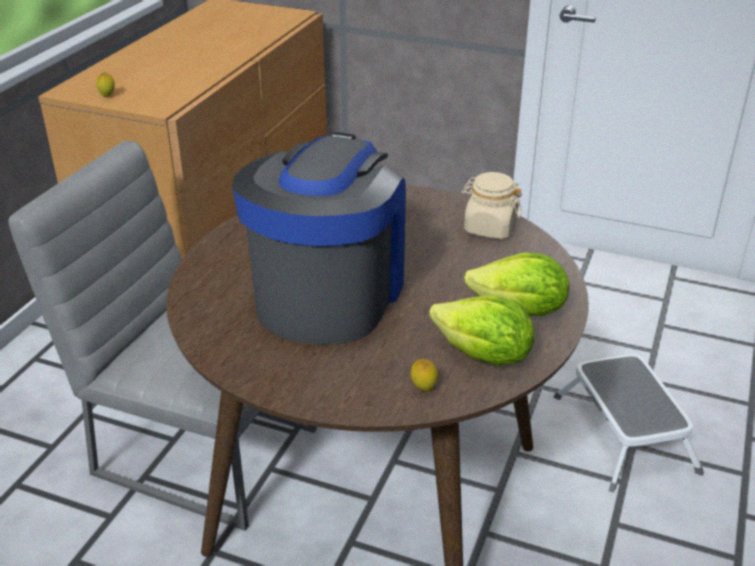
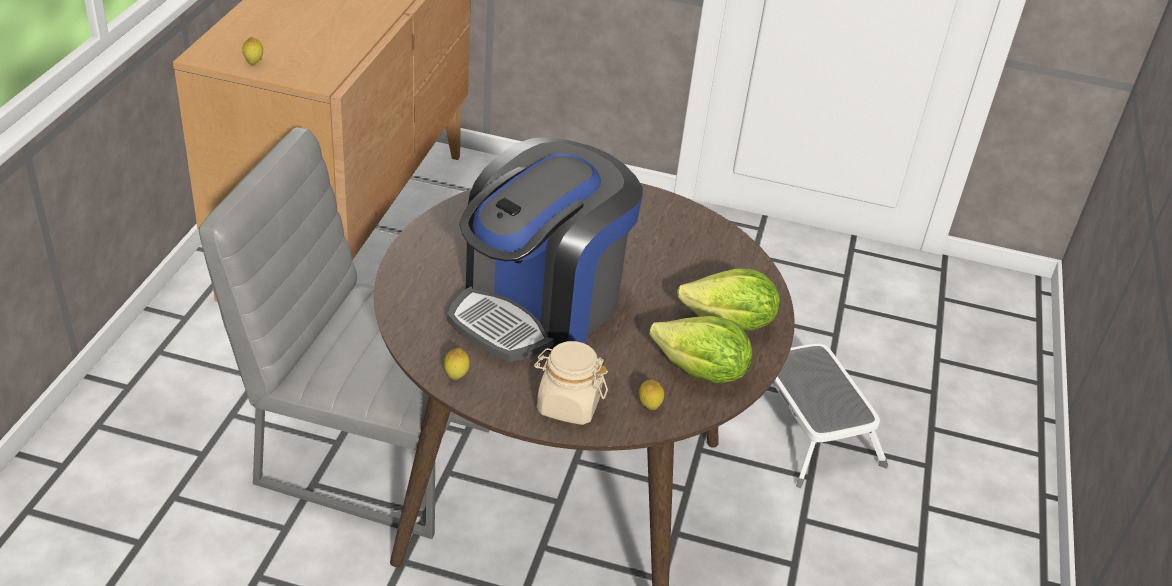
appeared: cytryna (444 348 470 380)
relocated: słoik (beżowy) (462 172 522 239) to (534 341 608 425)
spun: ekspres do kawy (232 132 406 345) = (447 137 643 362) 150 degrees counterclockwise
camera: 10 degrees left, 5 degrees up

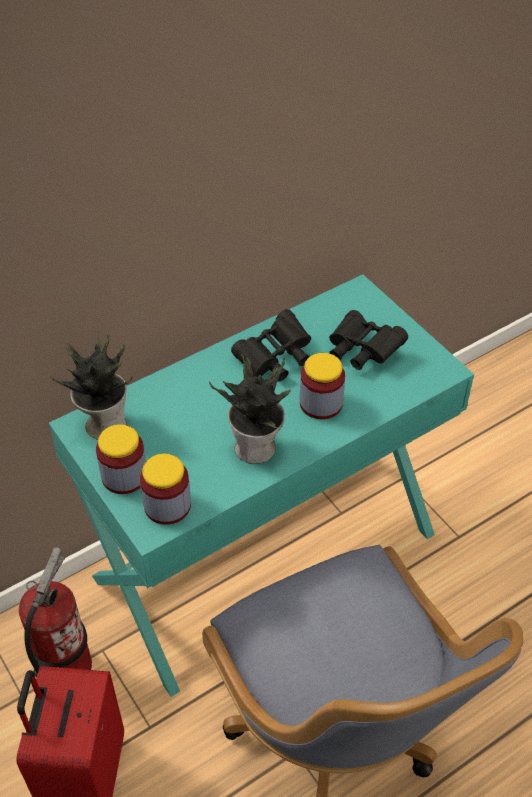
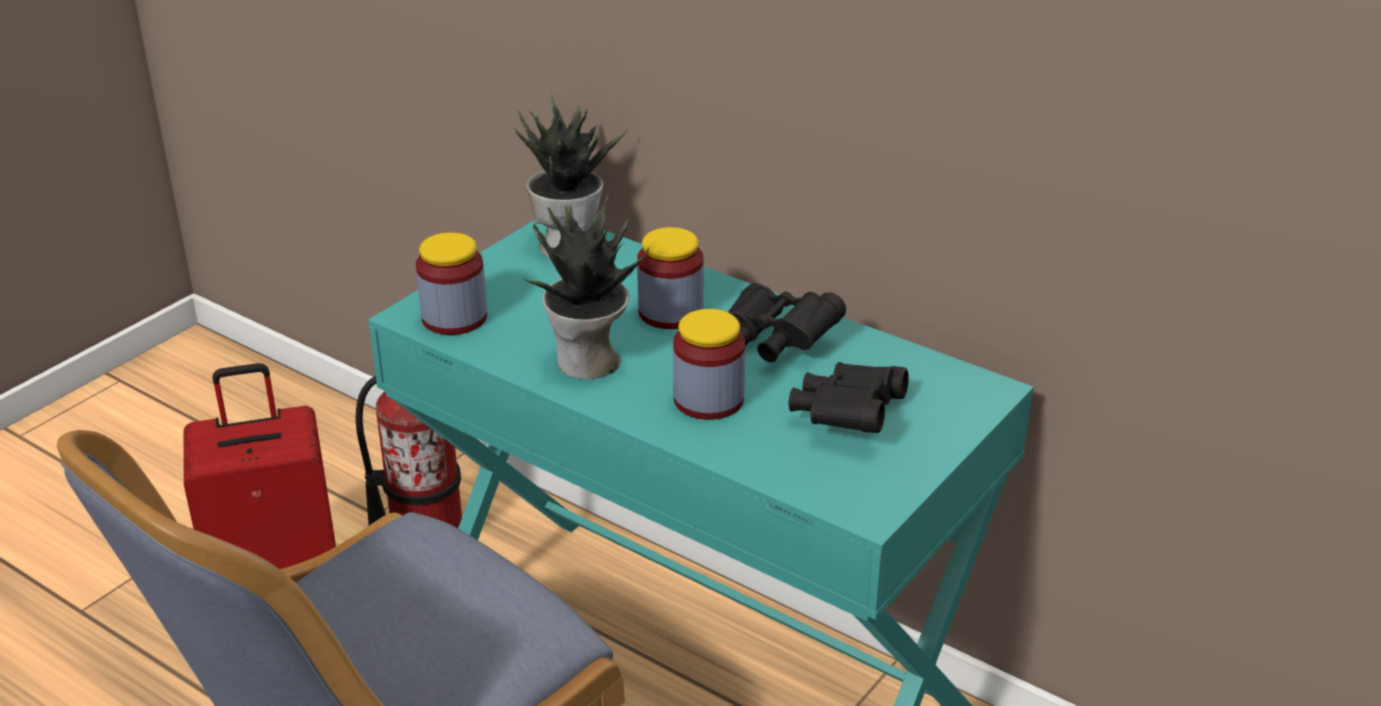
relocated: słoik (96 424 146 494) to (637 227 704 329)
camera: 70 degrees right, 15 degrees down

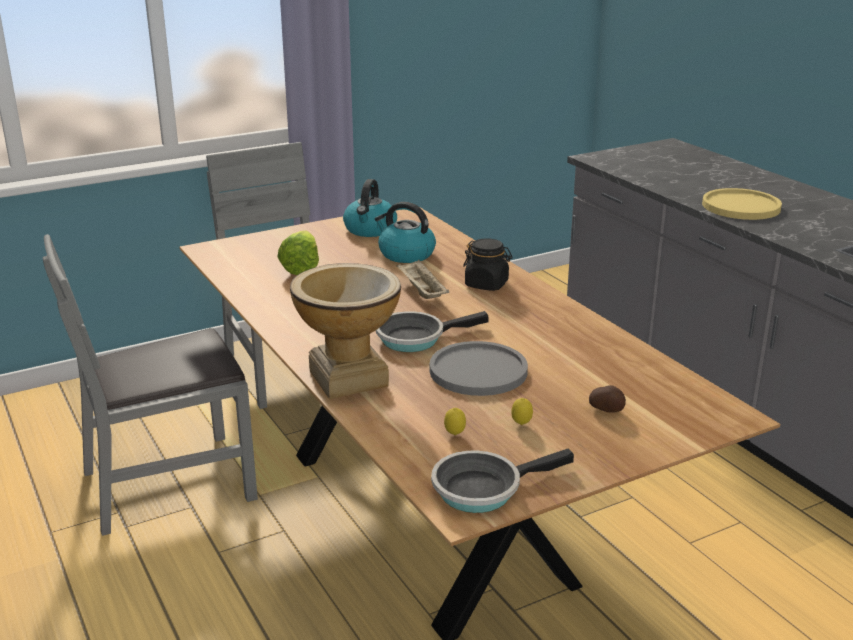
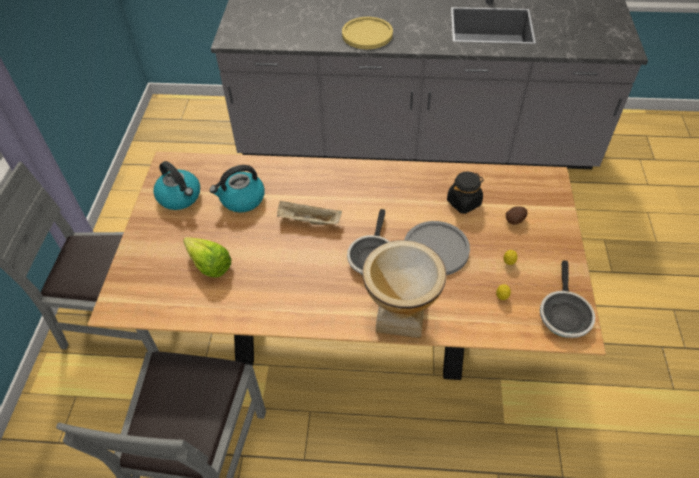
relocated: słoik (czarny) (463 238 513 291) to (447 171 484 214)
camera: 55 degrees left, 25 degrees up

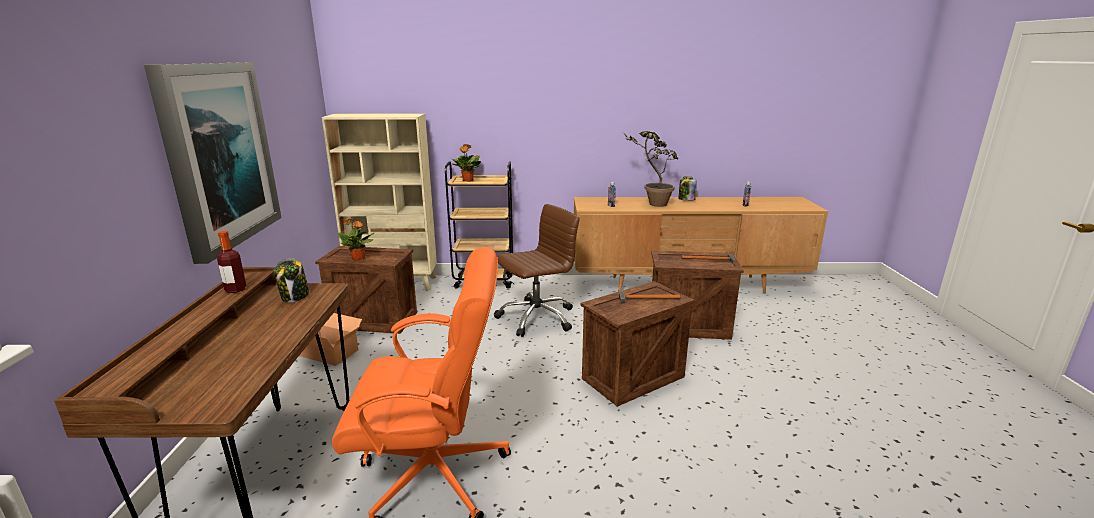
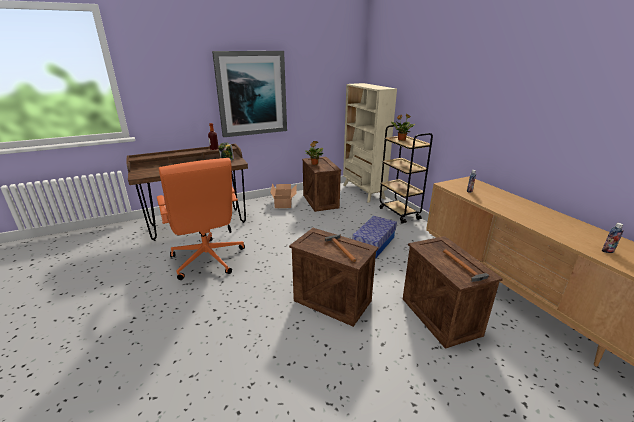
missing: roślina doniczkowa (623 131 678 207); słoik (678 176 697 201)
exchanged: krzesło biurowe (brązowy) (494 204 579 337) to pojemnik do przechowywania (352 216 397 258)
camera: 65 degrees right, 5 degrees up

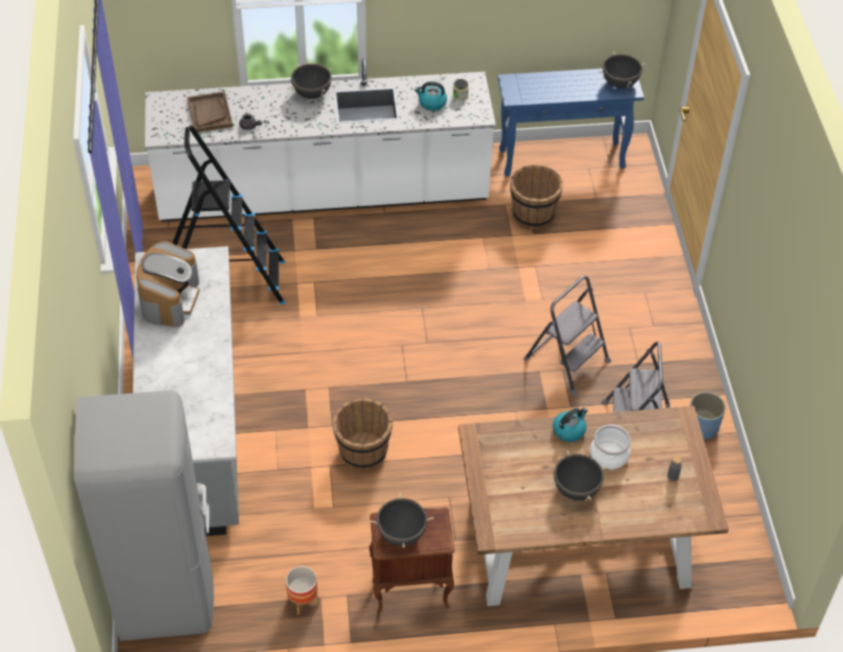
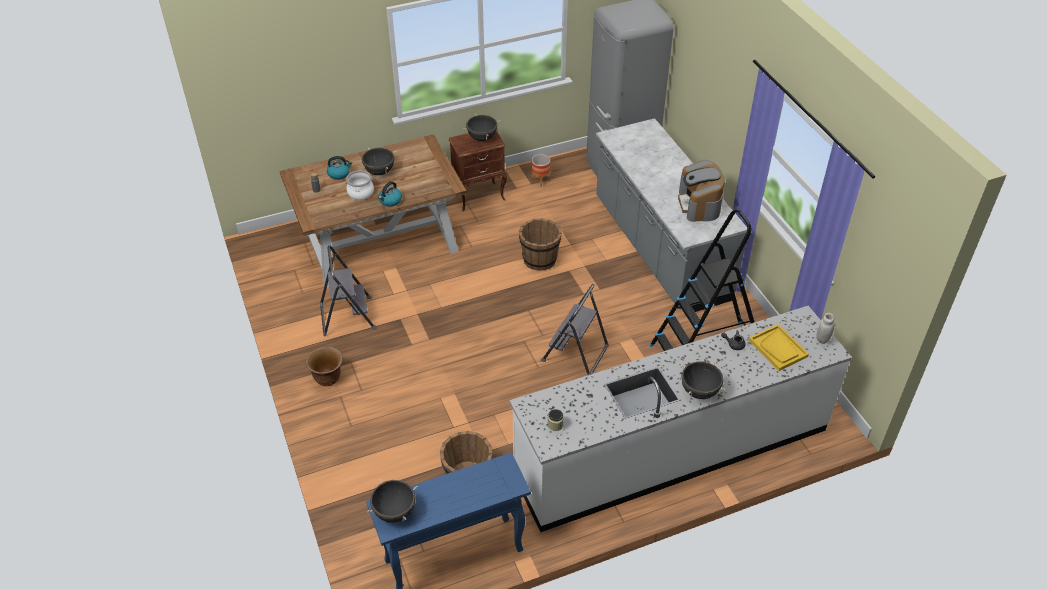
missing: donica (niebieski) (690 392 726 439)
appeared: donica (brązowy) (306 346 343 386); słoik (biały) (816 313 835 344)
relocated: czajnik (415 81 447 111) to (327 156 352 180); drabinka (szary) (523 276 611 396) to (540 284 609 375)
colour: taca (brązowy) (187 91 233 132) to taca (żółty) (749 324 809 371)
camera: 165 degrees right, 5 degrees down

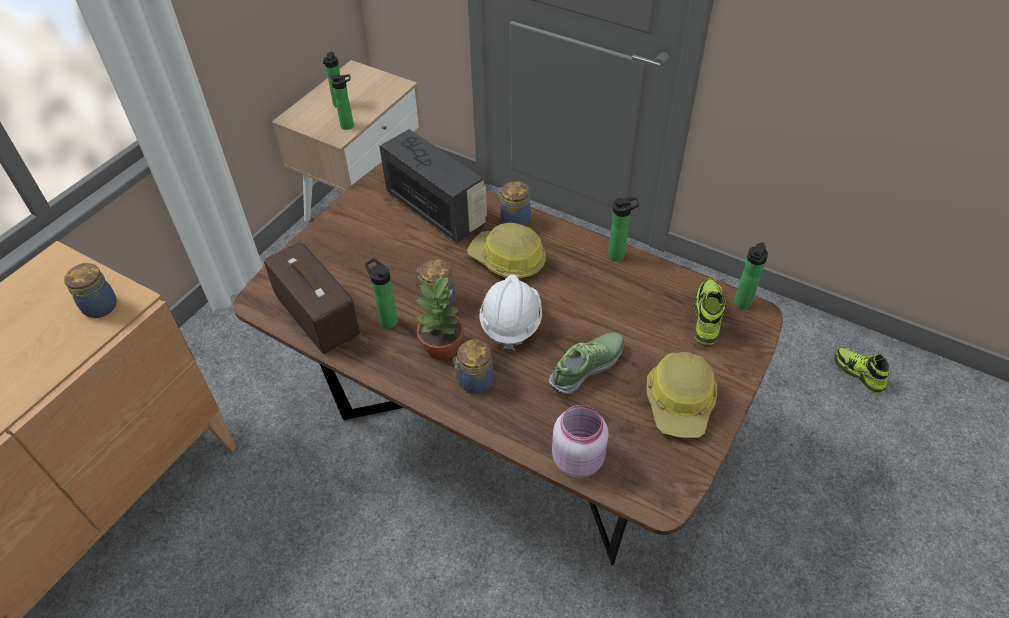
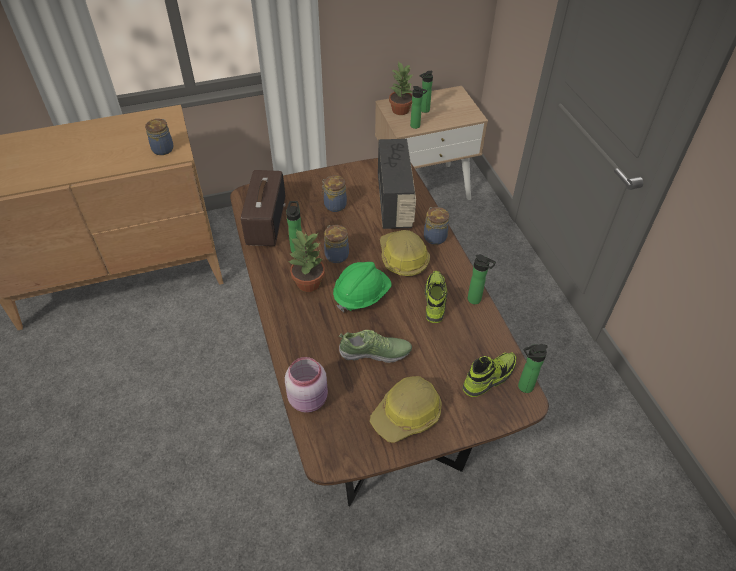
appeared: roślina doniczkowa (389 61 412 115)
relocated: słoik (453 340 494 394) to (322 176 347 212); but (834 346 889 393) to (425 271 448 323)
colour: kask (biały) (479 275 542 351) to kask (zielony) (333 262 391 313)
camera: 40 degrees right, 0 degrees up

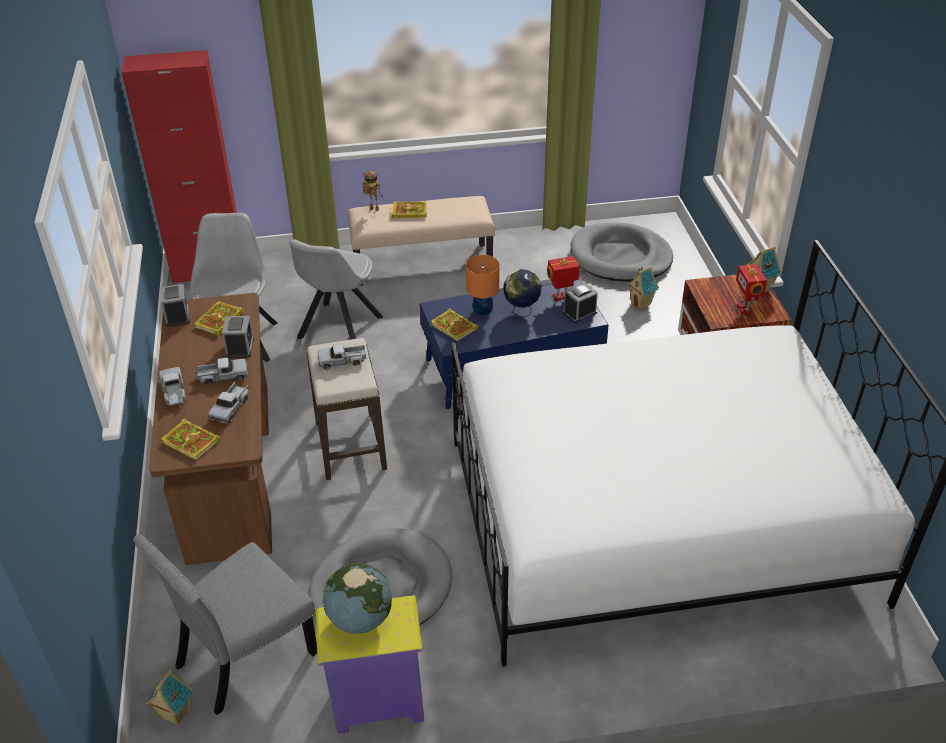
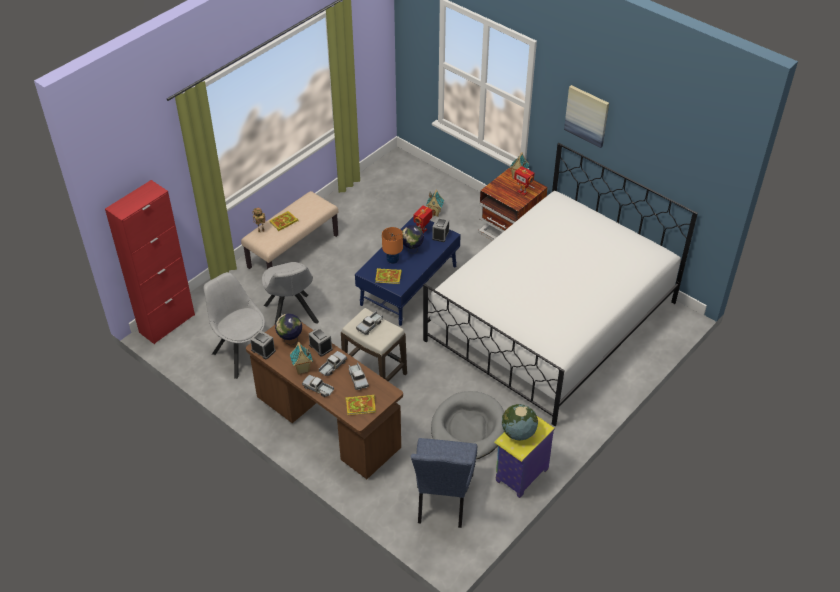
missing: legowisko (szary) (571 223 673 282)
appeared: obraz (564 85 609 148)
relocated: domek (146 669 193 726) to (290 342 313 374)
exchanged: książka (194 301 244 336) to globus (275 314 302 346)
colour: krzesło (szary) (133 534 317 715) to krzesło (niebieski) (411 438 477 528)
camera: 40 degrees left, 5 degrees up

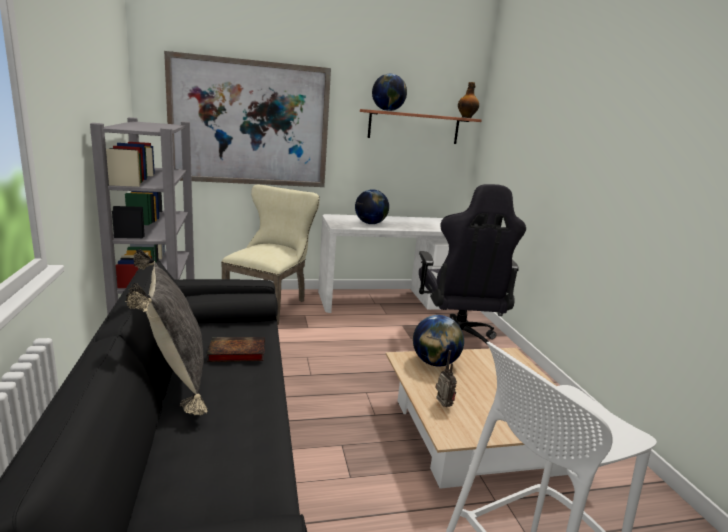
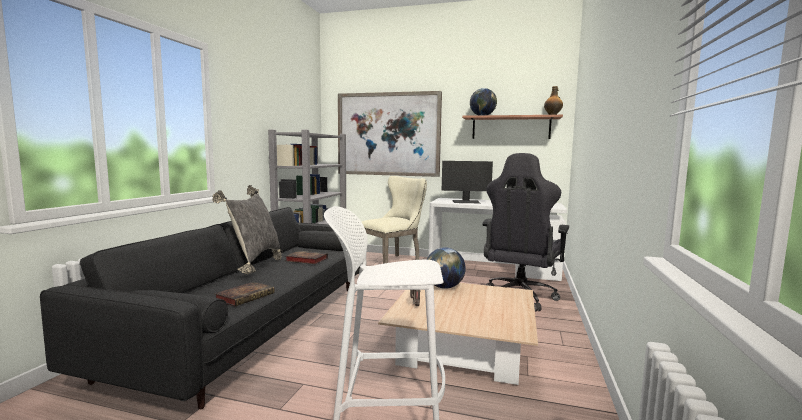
appeared: książka (214 282 275 306)
exchanged: globus (355 189 389 224) to monitor (442 161 493 203)
camera: 30 degrees right, 10 degrees down

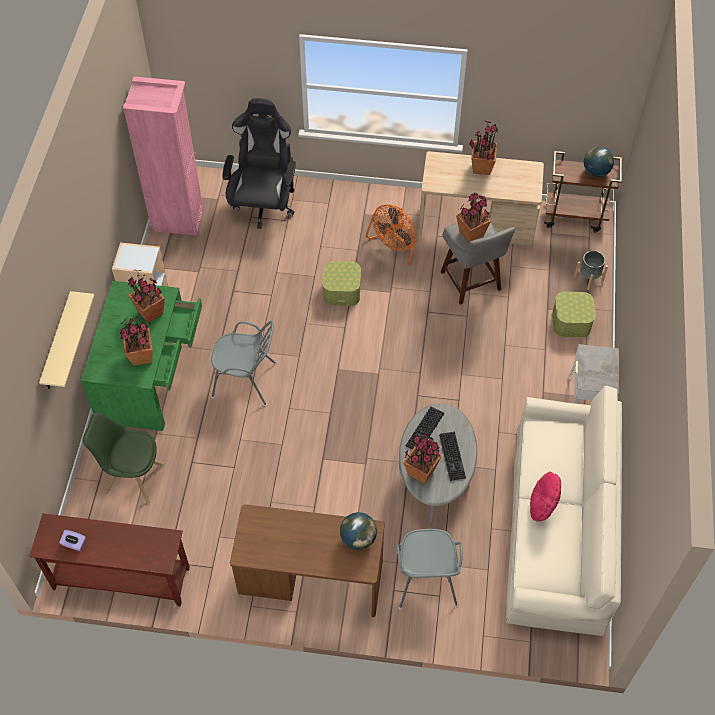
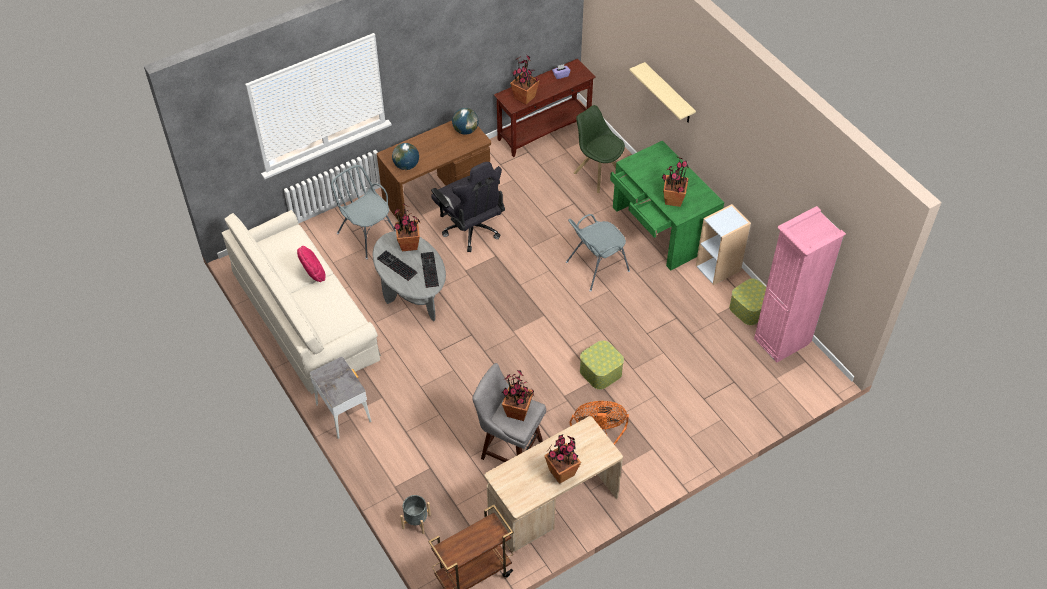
relocated: krzesło biurowe (czarny) (223 98 296 229) to (431 162 505 252); globus (584 147 614 177) to (452 108 479 135); roślina doniczkowa (120 316 153 366) to (510 55 540 105); pojemnik do przechowywania (552 292 595 337) to (729 278 766 325)
spun: krzesło (zielony) (83 413 164 504) = (574 105 625 193) 105 degrees counterclockwise
camera: 140 degrees right, 5 degrees down

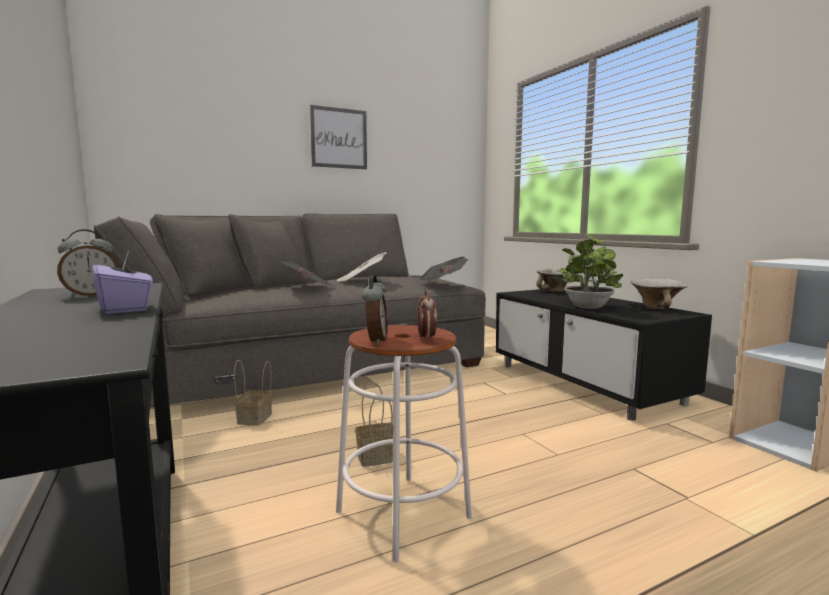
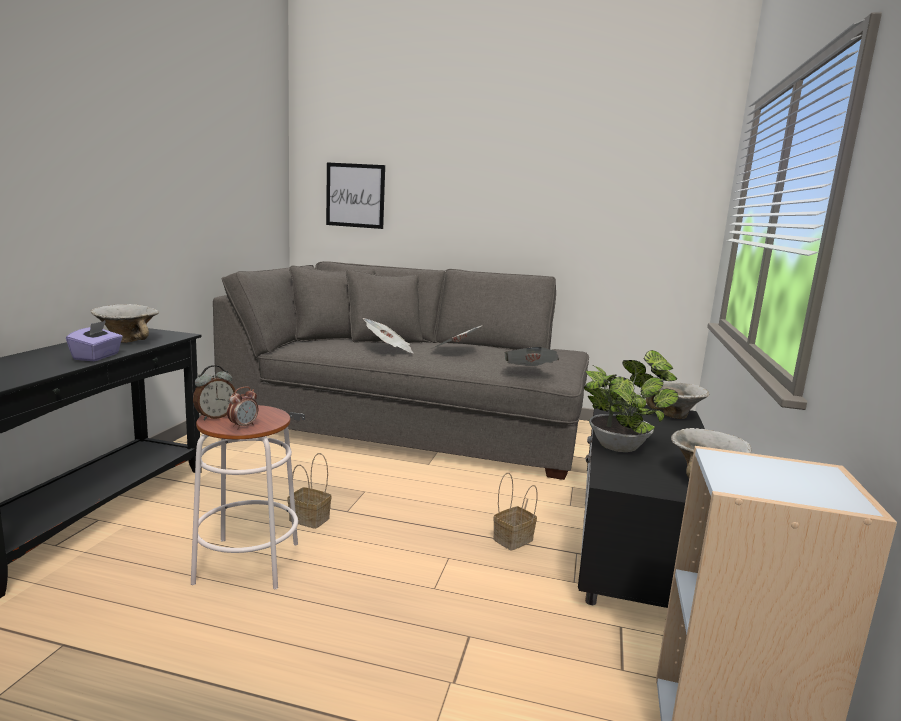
relocated: obraz (310 105 367 169) to (326 162 385 229); koszyk (234 360 272 426) to (493 473 538 550)
exchanged: budzik (57 229 118 298) to miska (90 304 159 343)
camera: 40 degrees right, 5 degrees up

